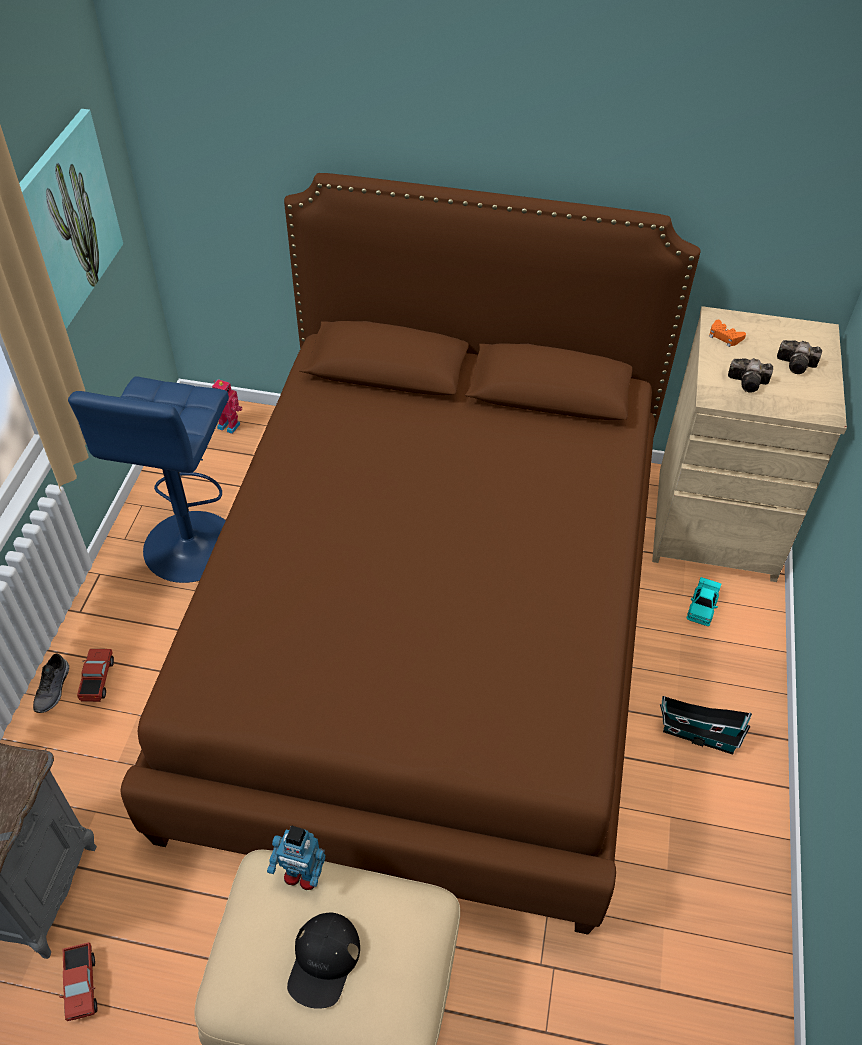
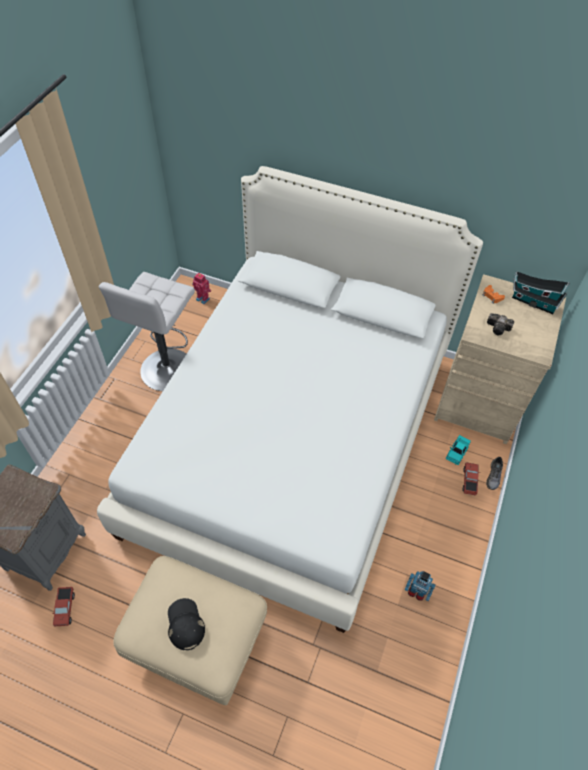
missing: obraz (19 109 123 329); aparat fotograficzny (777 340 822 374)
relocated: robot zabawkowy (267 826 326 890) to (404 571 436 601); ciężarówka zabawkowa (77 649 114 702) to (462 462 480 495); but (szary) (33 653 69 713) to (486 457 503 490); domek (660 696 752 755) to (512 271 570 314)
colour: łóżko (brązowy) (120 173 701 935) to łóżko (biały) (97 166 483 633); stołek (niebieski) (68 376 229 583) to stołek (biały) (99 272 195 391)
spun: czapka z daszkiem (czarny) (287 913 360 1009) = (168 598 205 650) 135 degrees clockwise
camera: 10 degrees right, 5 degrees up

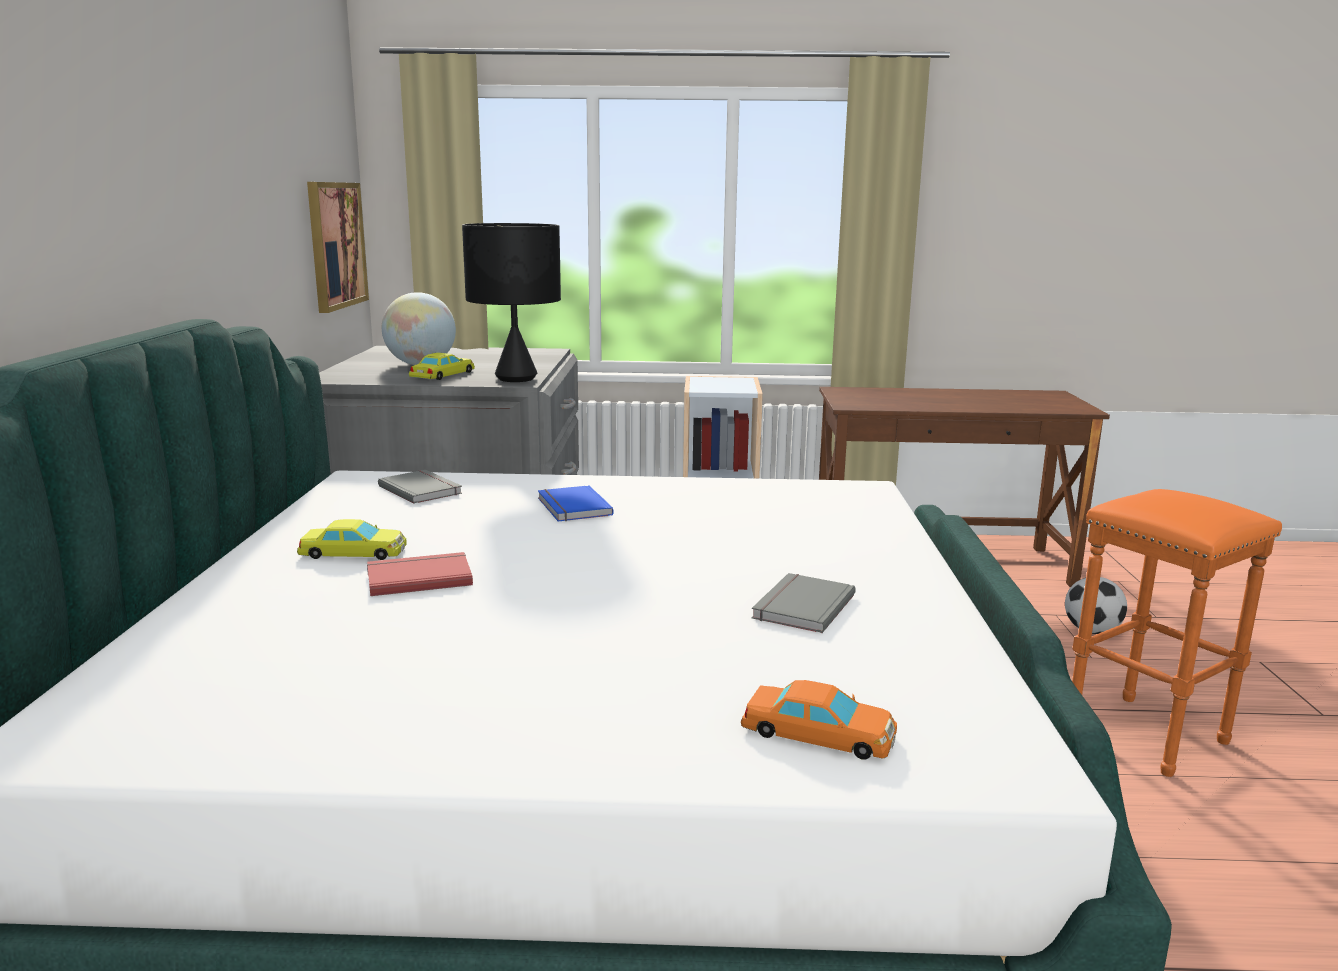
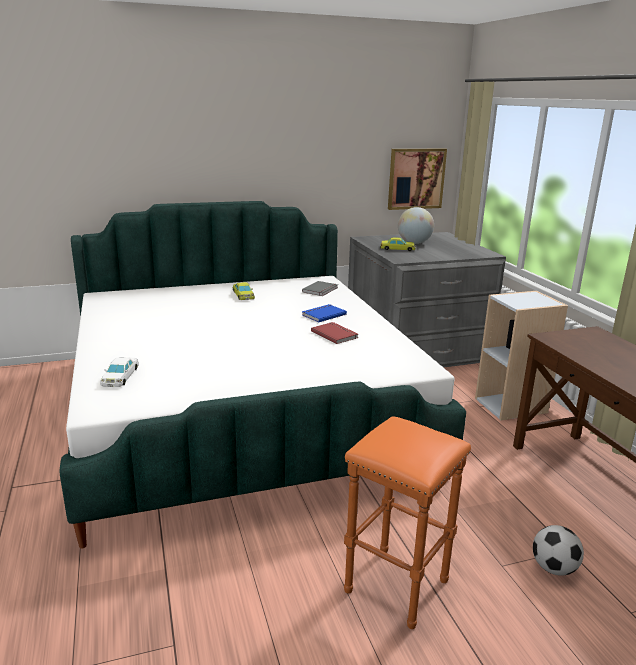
missing: lampa stołowa (czarny) (462 223 561 382); książka (szary) (751 573 856 633)
relocated: książka (czerwony) (367 552 473 596) to (311 322 358 344)
colour: samochodzik (pomarańczowy) (741 680 897 760) to samochodzik (biały) (100 357 139 387)
camera: 70 degrees right, 5 degrees up

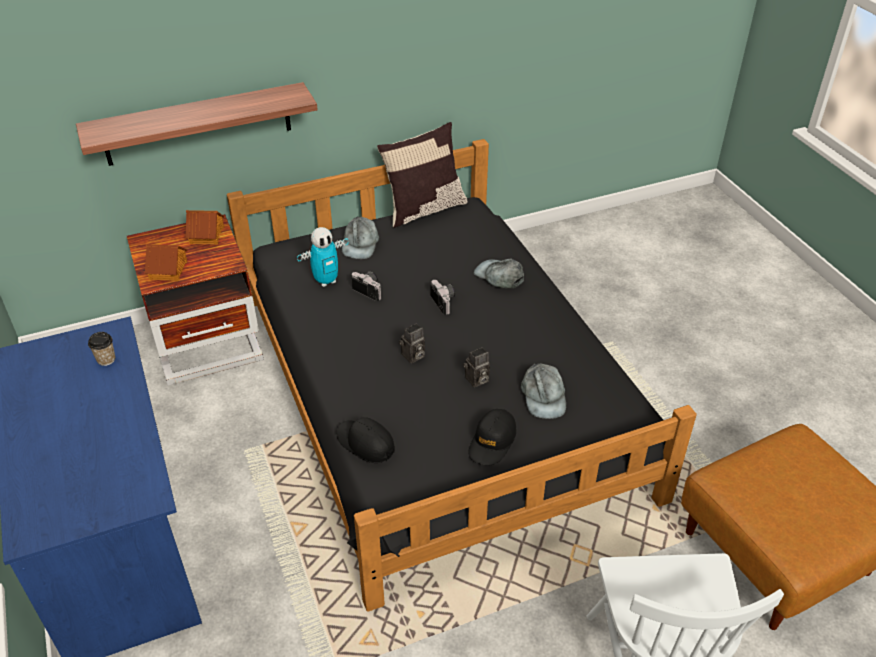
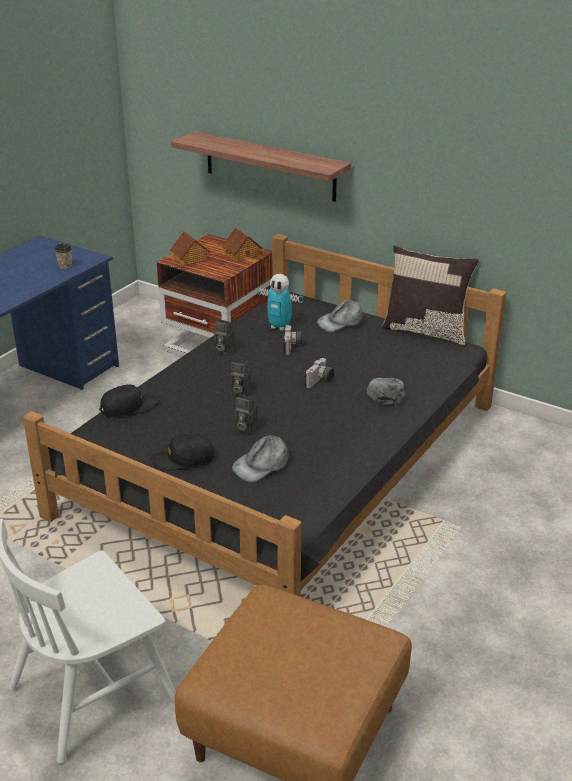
appeared: aparat fotograficzny (214 320 235 354)
spun: czapka z daszkiem (czarny) (336 417 395 463) = (99 384 158 418) 60 degrees clockwise
camera: 55 degrees right, 10 degrees down

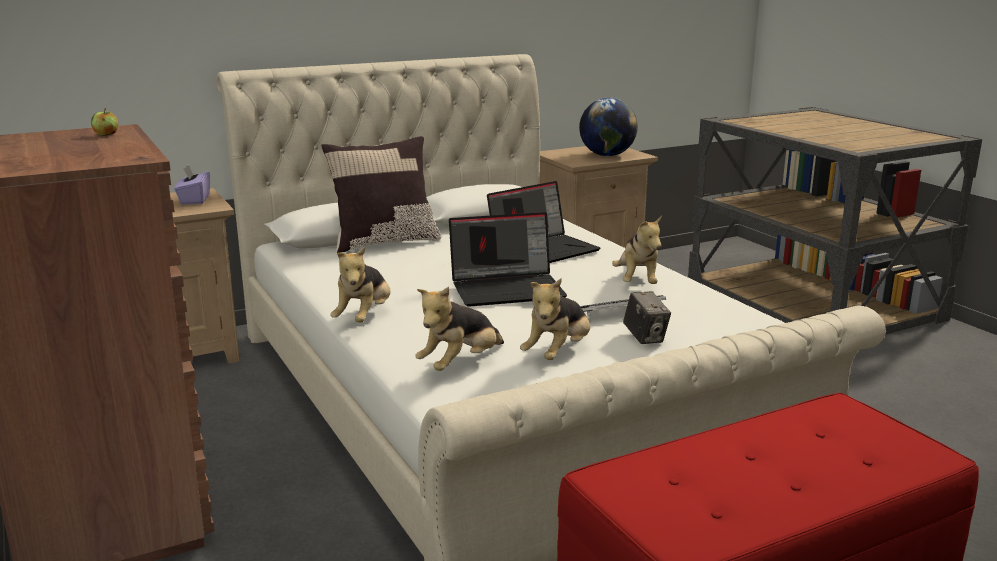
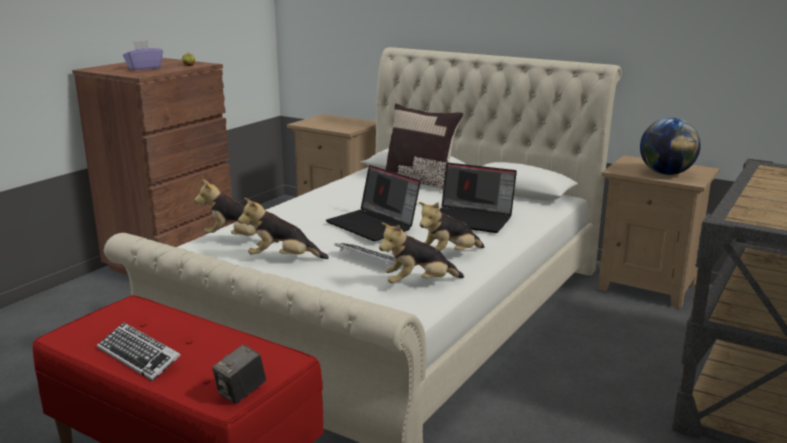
appeared: klawiatura (97 322 181 381)
relocated: pudełko chusteczek (fioletowy) (174 164 210 205) to (123 40 163 70); aparat fotograficzny (623 291 671 344) to (212 344 266 404); pluszak (330 247 390 322) to (379 222 464 283)
camera: 60 degrees right, 0 degrees up

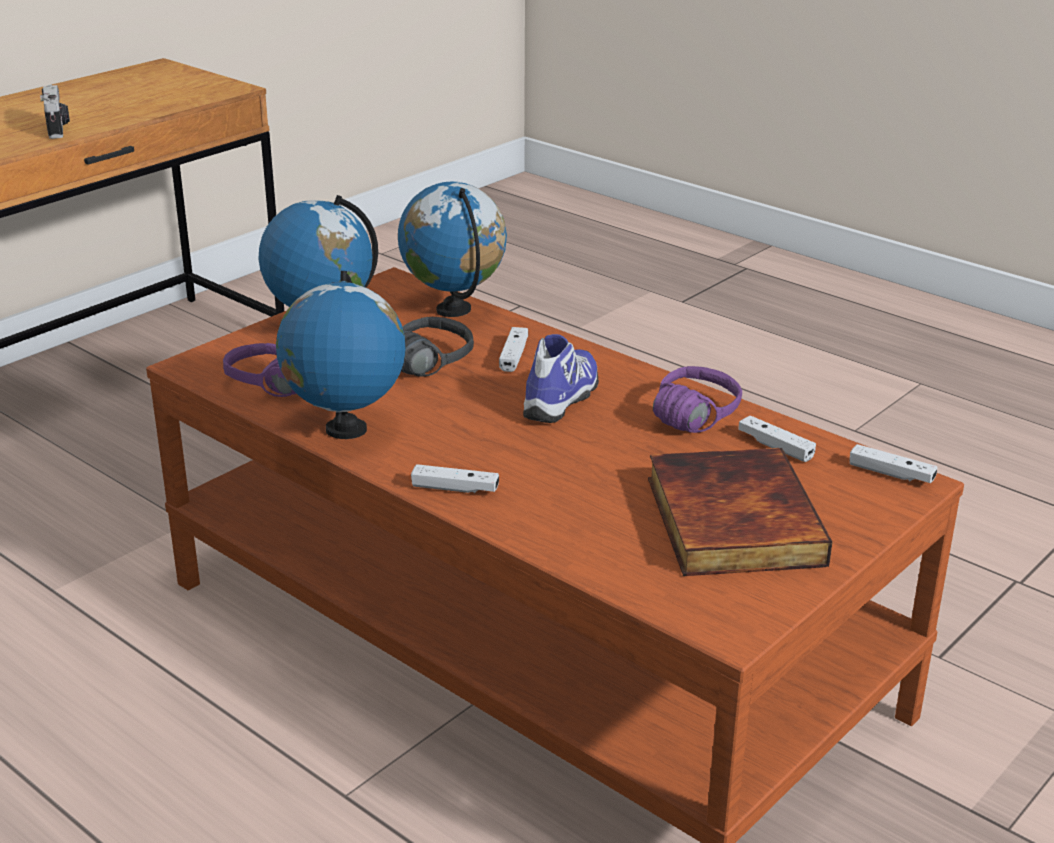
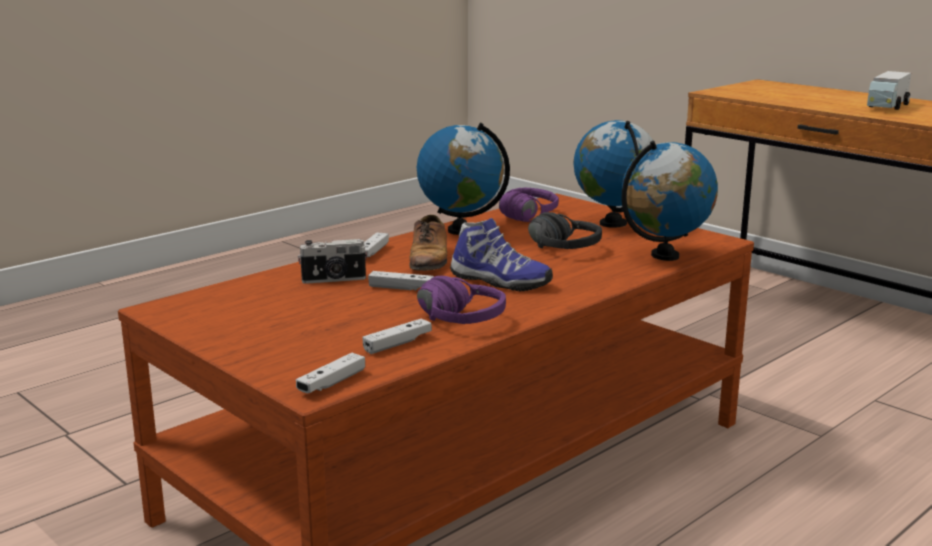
missing: książka (648 448 833 576)
appeared: but (409 214 447 271); ciężarówka zabawkowa (867 71 911 110)
relocated: aparat fotograficzny (40 85 70 139) to (298 239 368 284); pad do gier (biały) (499 327 528 372) to (368 271 434 291)
camera: 95 degrees right, 10 degrees down

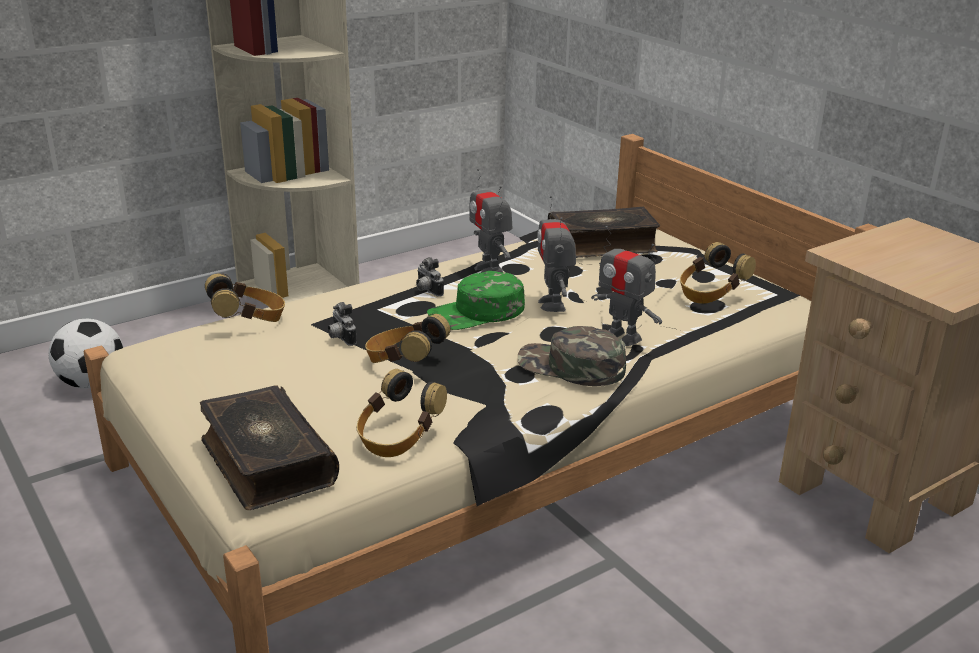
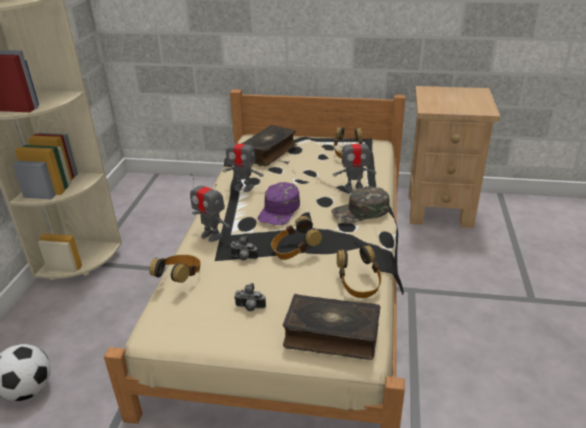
relocated: robot zabawkowy (537 196 576 312) to (190 174 230 242); aparat fotograficzny (416 257 444 297) to (234 283 266 311)
colour: czapka z daszkiem (zielony) (427 271 525 330) to czapka z daszkiem (fioletowy) (257 182 300 225)
camera: 45 degrees left, 5 degrees up

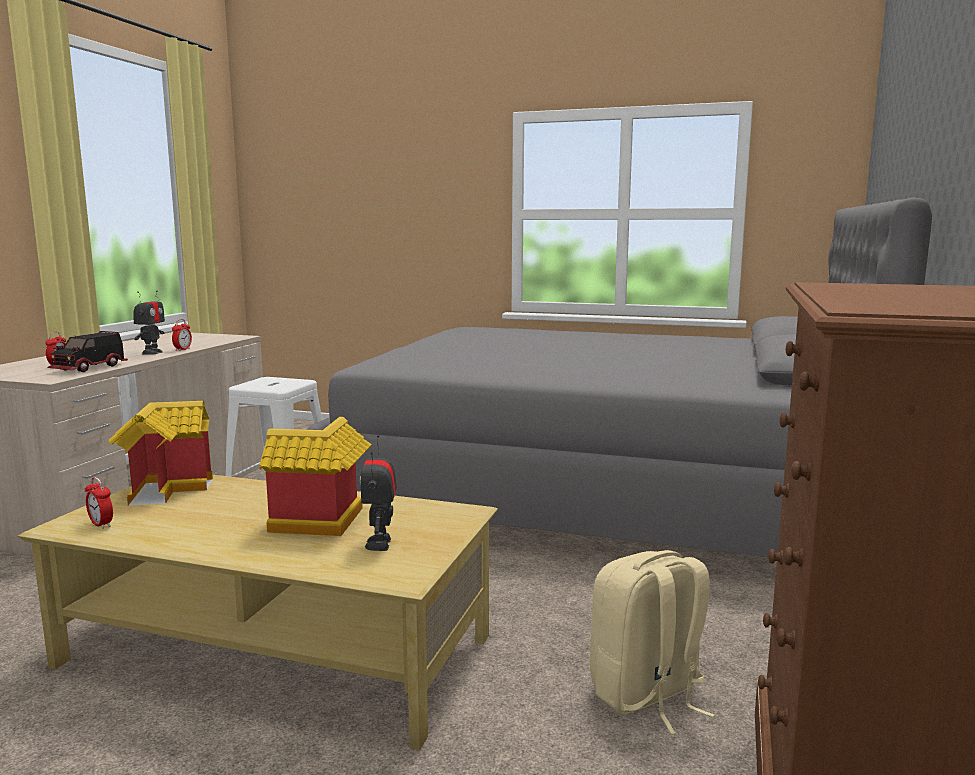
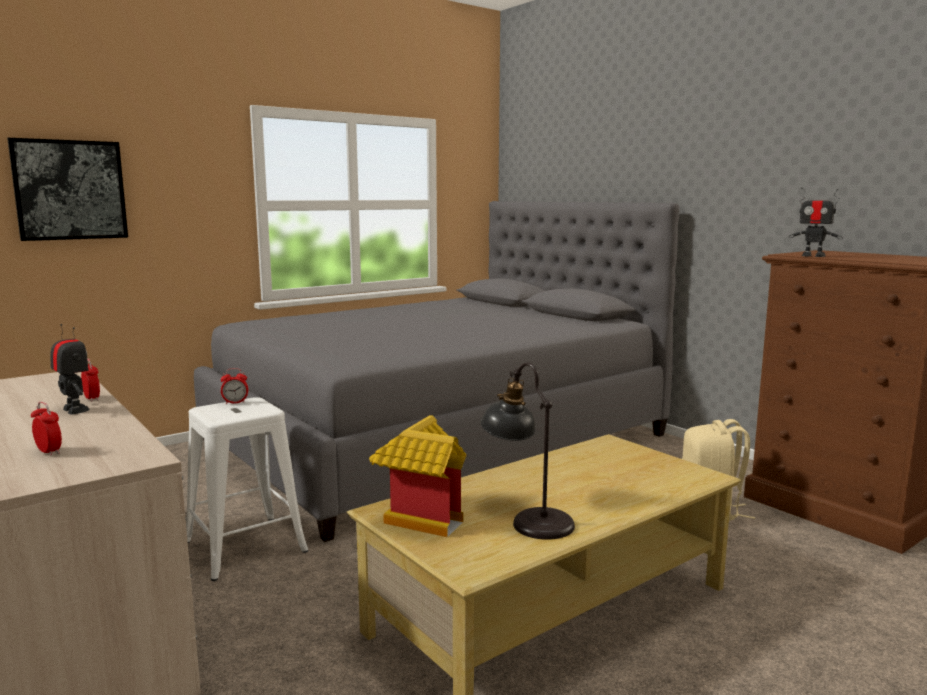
missing: ciężarówka zabawkowa (47 331 128 372); domek (260 417 372 536)
appeared: obraz (7 138 128 241); lampa stołowa (szary) (481 362 575 540)
relocated: budzik (85 477 113 529) to (221 368 248 404); robot zabawkowy (360 435 397 551) to (789 187 843 257)
camera: 55 degrees left, 0 degrees up

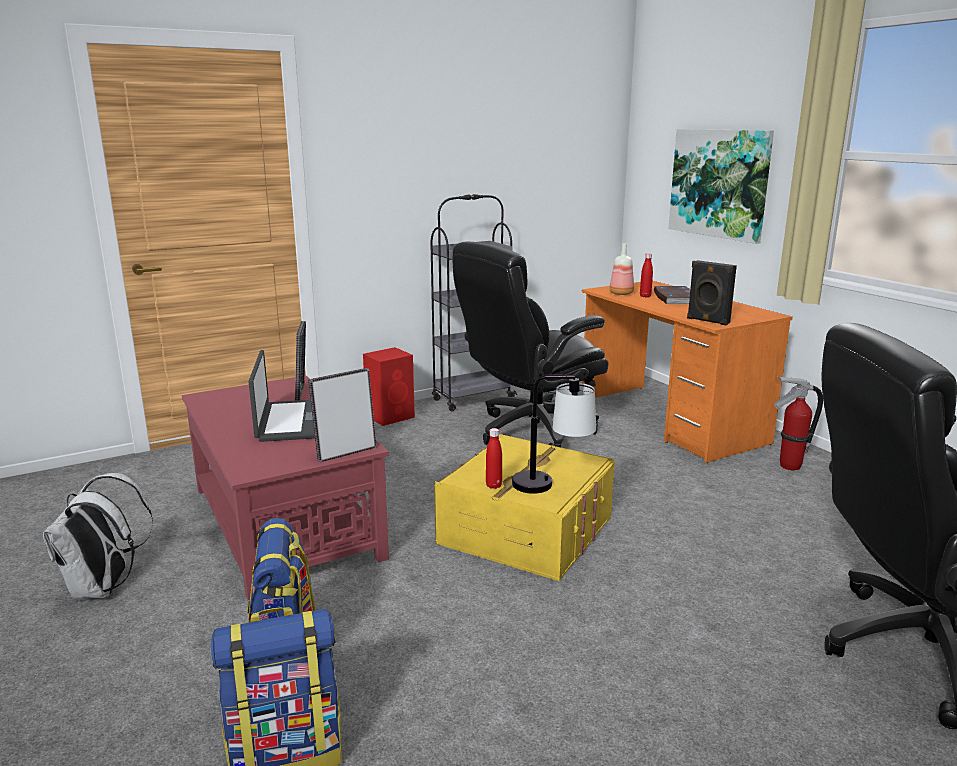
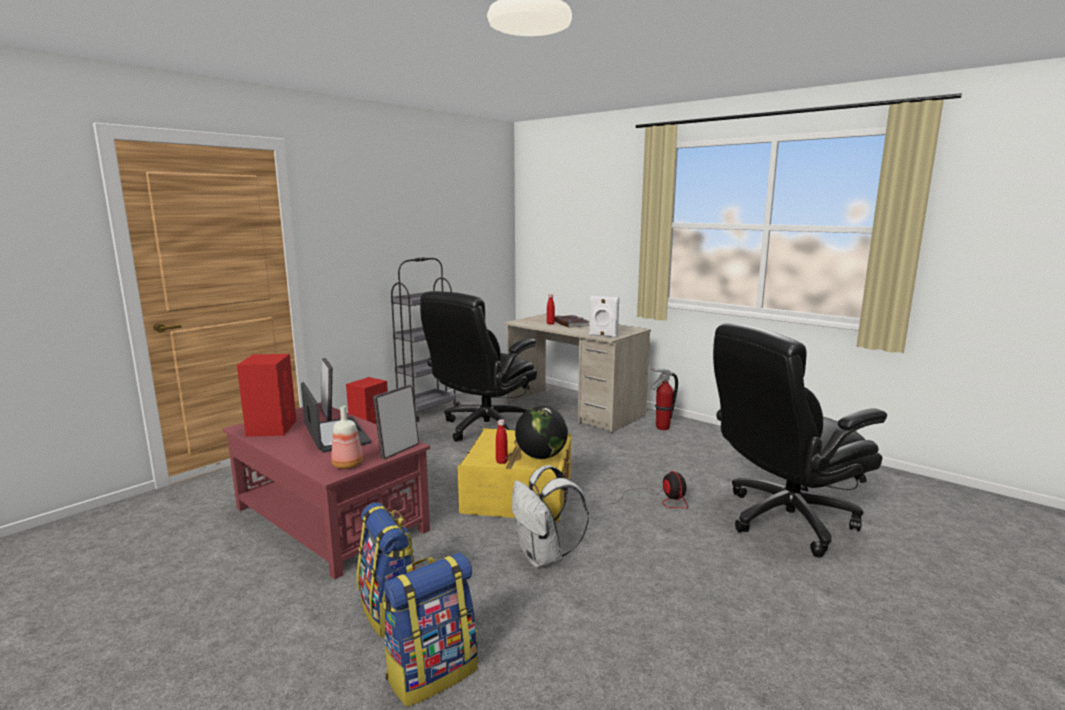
missing: obraz (668 129 774 244)
appeared: głośnik (czerwony) (237 354 297 437); wentylator (611 471 688 508)
relocated: butelka (609 243 634 295) to (331 406 363 469); plecak (biały) (43 473 153 600) to (512 465 589 568)
exchanged: lampa stołowa (512 375 596 494) to globus (515 406 568 459)
colour: biurko (pomarańczowy) (582 281 793 463) to biurko (beżowy) (504 314 651 433); głośnik (czarny) (687 260 737 325) to głośnik (biały) (589 296 619 338)
camera: 20 degrees left, 5 degrees down

